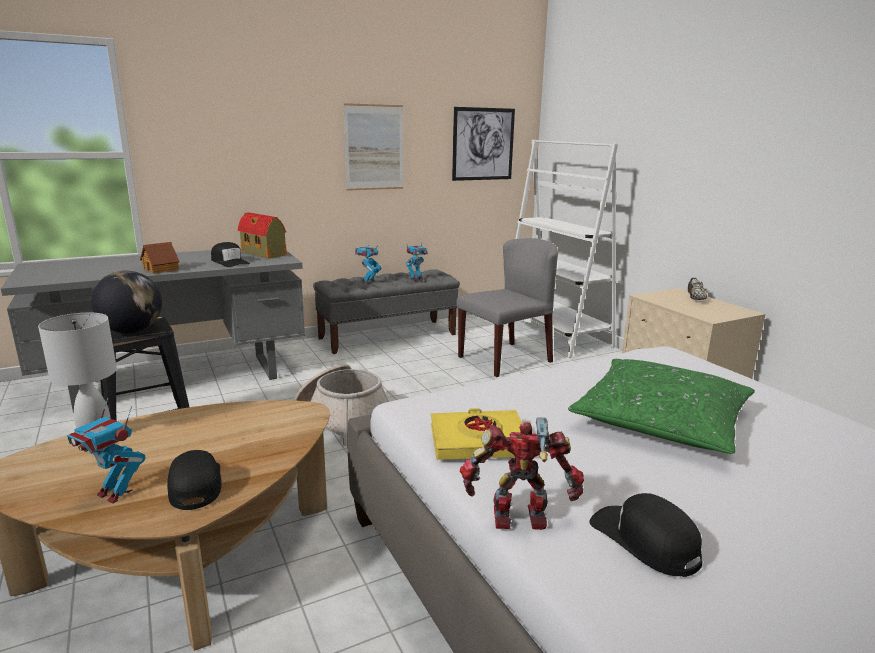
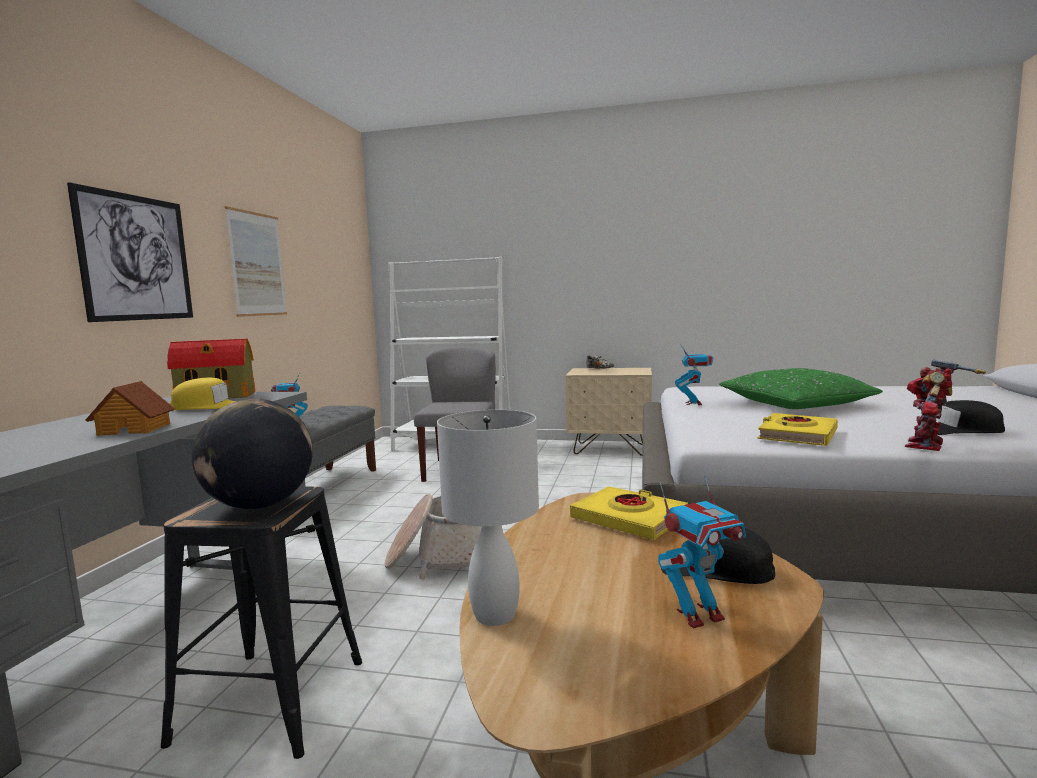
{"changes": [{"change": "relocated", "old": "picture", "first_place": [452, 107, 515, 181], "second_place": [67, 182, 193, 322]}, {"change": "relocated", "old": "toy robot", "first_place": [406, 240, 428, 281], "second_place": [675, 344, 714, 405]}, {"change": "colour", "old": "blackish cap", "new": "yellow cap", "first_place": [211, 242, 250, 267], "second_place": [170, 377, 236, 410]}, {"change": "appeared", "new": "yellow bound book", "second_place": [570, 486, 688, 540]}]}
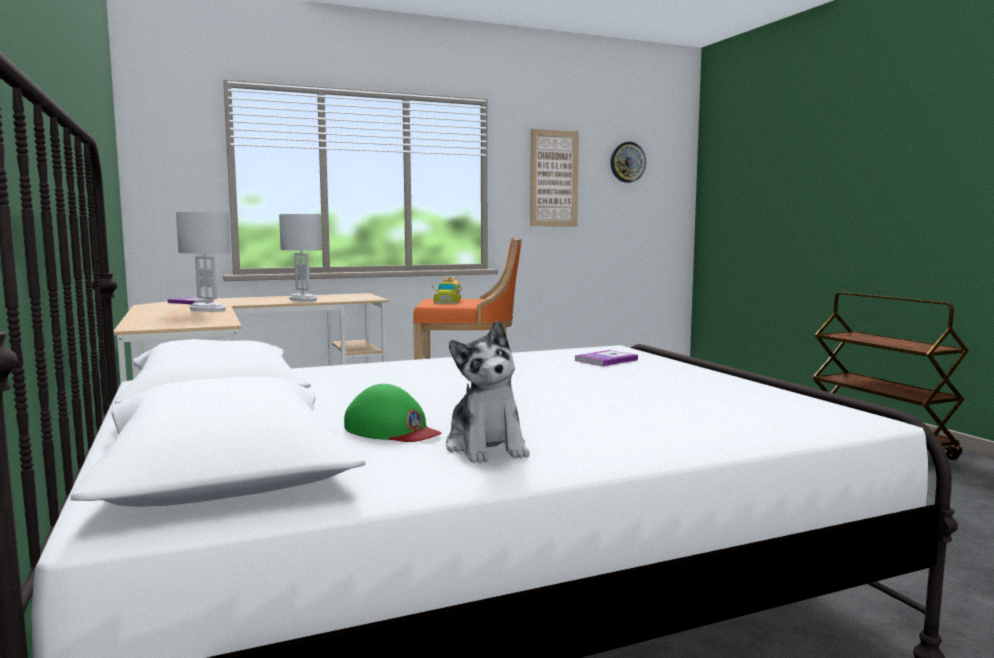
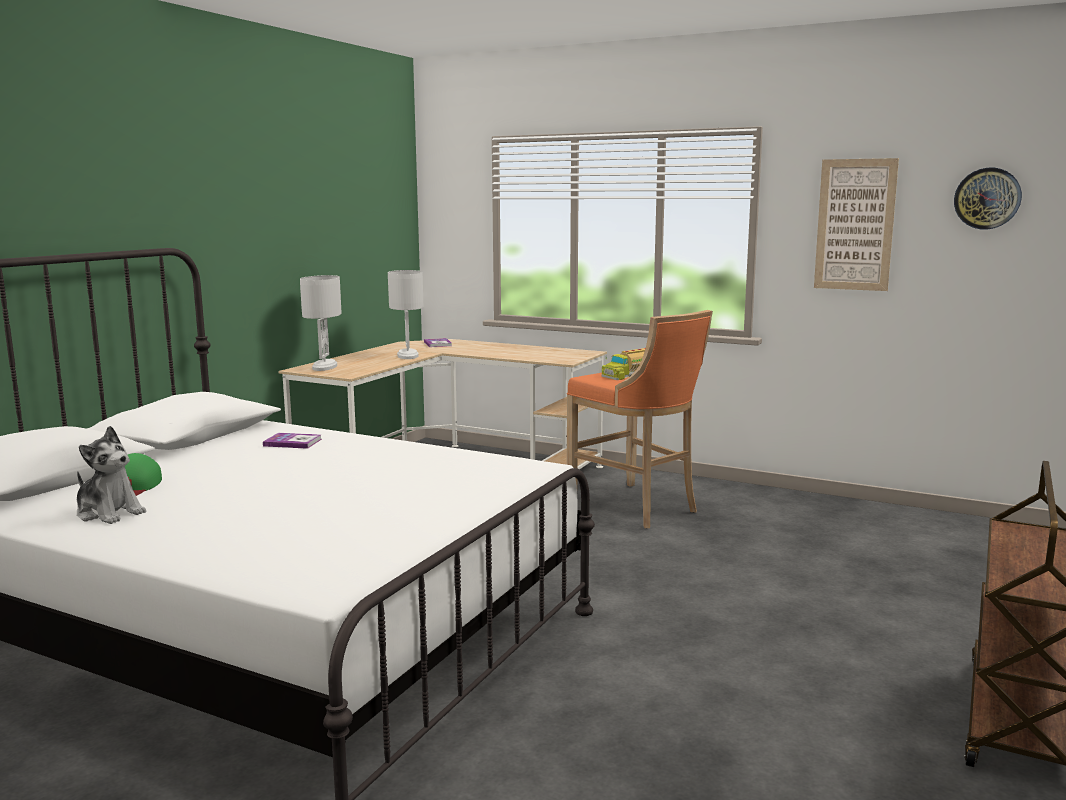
{"changes": [{"change": "relocated", "old": "white table lamp", "first_place": [279, 214, 322, 302], "second_place": [300, 275, 341, 371]}, {"change": "spun", "old": "soft toy", "first_place": [446, 321, 529, 463], "second_place": [77, 426, 146, 524], "degrees": -90}, {"change": "relocated", "old": "bound book", "first_place": [574, 350, 638, 366], "second_place": [263, 433, 322, 449]}]}
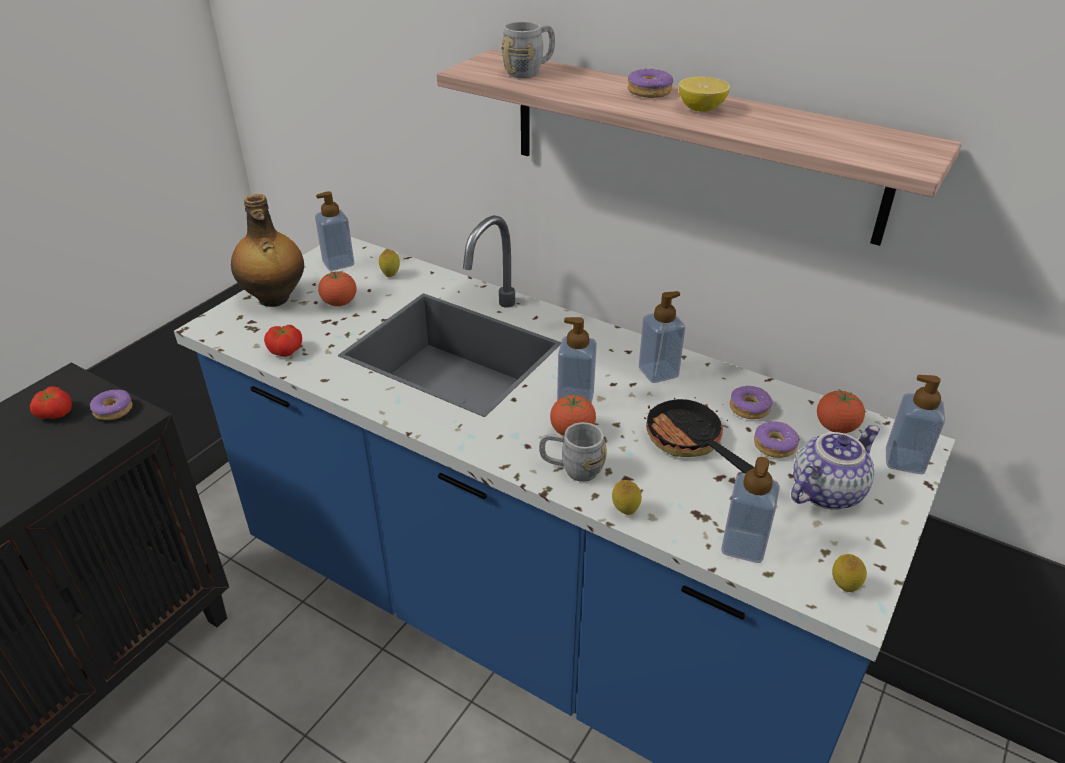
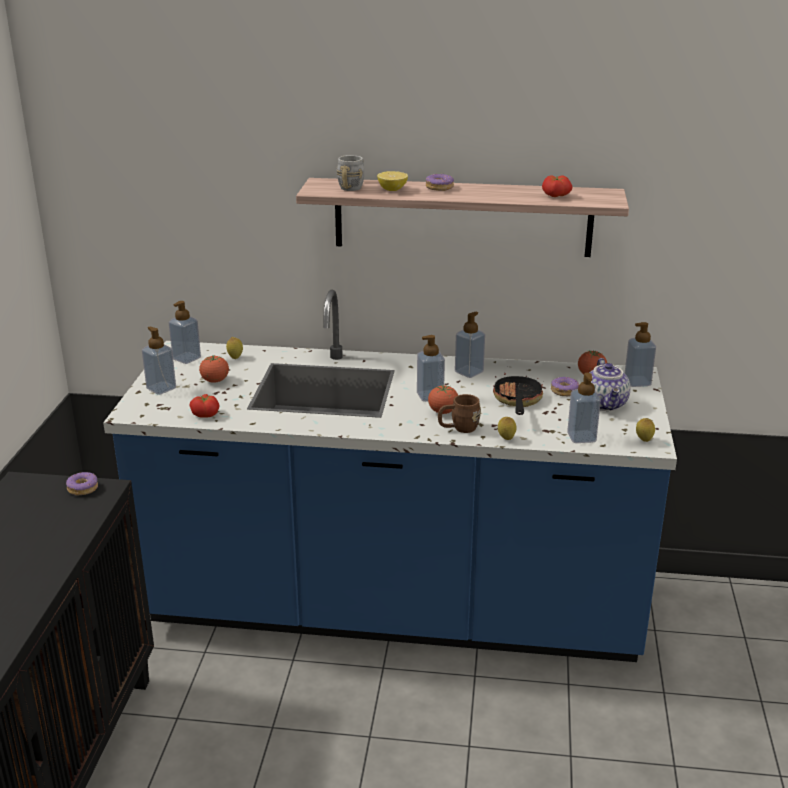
{"changes": [{"change": "relocated", "old": "citrus fruit", "first_place": [679, 76, 730, 112], "second_place": [377, 171, 408, 191]}, {"change": "exchanged", "old": "beverage bottle", "new": "soap bottle", "first_place": [231, 194, 304, 307], "second_place": [142, 326, 176, 395]}, {"change": "relocated", "old": "tomato", "first_place": [30, 386, 72, 419], "second_place": [542, 175, 572, 197]}, {"change": "missing", "old": "donut", "first_place": [730, 386, 772, 419]}, {"change": "spun", "old": "frying pan", "first_place": [644, 395, 755, 473], "second_place": [493, 373, 543, 415], "degrees": 60}, {"change": "colour", "old": "grey coffee mug", "new": "brown-coloured coffee mug", "first_place": [539, 422, 607, 482], "second_place": [438, 394, 481, 433]}, {"change": "spun", "old": "teapot", "first_place": [791, 425, 880, 510], "second_place": [589, 358, 631, 411], "degrees": 150}]}
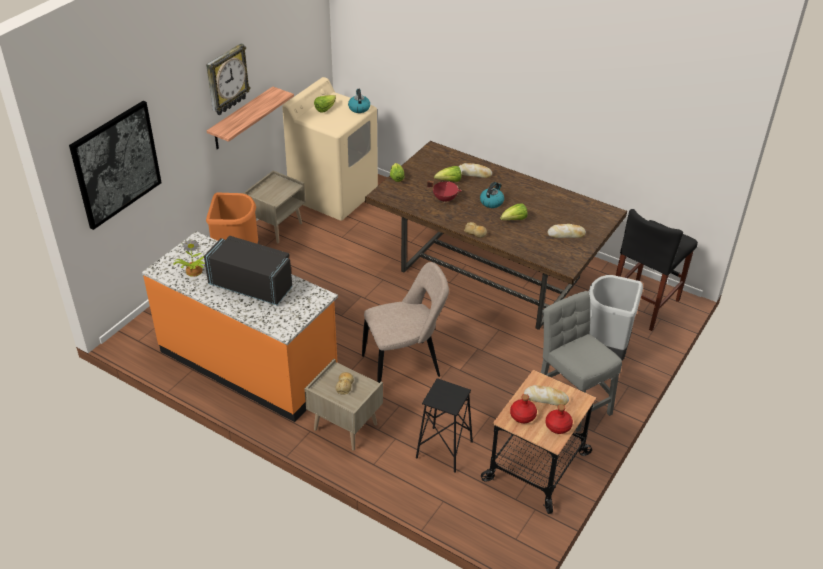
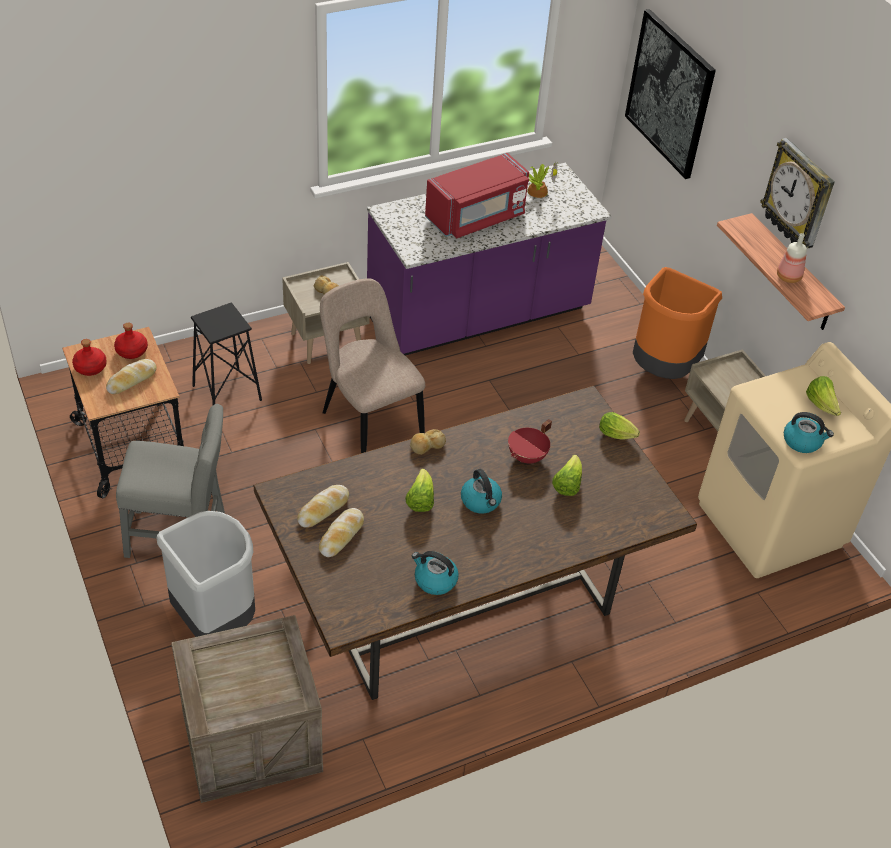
{"changes": [{"change": "relocated", "old": "bread", "first_place": [458, 163, 492, 178], "second_place": [297, 485, 349, 528]}, {"change": "exchanged", "old": "blackish stool seat", "new": "crate", "first_place": [615, 209, 698, 331], "second_place": [171, 615, 323, 803]}, {"change": "colour", "old": "orange-coloured counter", "new": "purple counter", "first_place": [142, 231, 338, 422], "second_place": [367, 163, 612, 355]}, {"change": "colour", "old": "blackish microwave", "new": "reddish microwave", "first_place": [204, 236, 292, 305], "second_place": [425, 153, 529, 238]}, {"change": "spun", "old": "sand-coloured plain chair", "first_place": [362, 262, 449, 383], "second_place": [320, 278, 425, 453], "degrees": 135}, {"change": "appeared", "new": "beverage bottle", "second_place": [777, 233, 807, 283]}, {"change": "appeared", "new": "kettle", "second_place": [412, 551, 459, 595]}]}
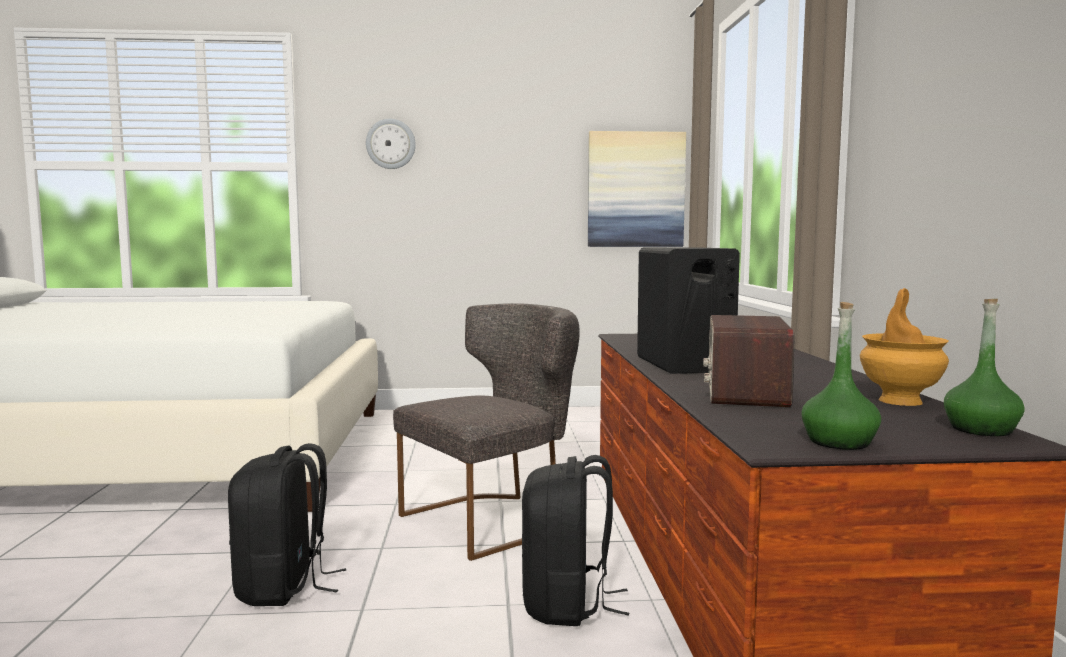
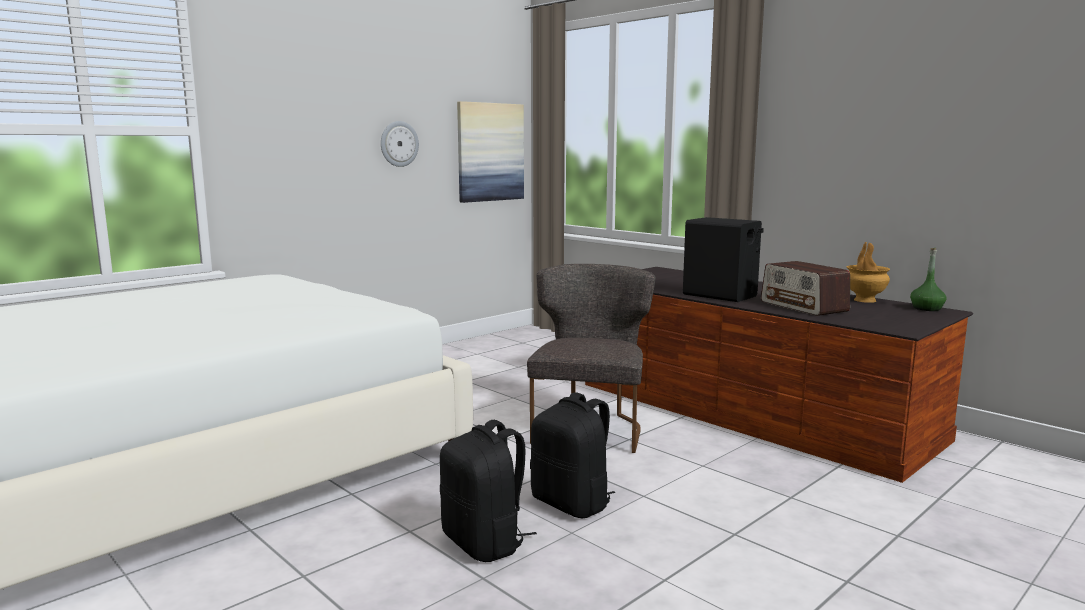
{"changes": [{"change": "relocated", "old": "wall clock", "first_place": [366, 119, 416, 169], "second_place": [381, 121, 419, 167]}, {"change": "missing", "old": "green-coloured beverage bottle", "first_place": [802, 302, 881, 450]}, {"change": "relocated", "old": "blackish rucksack", "first_place": [522, 455, 630, 626], "second_place": [440, 420, 537, 562]}]}
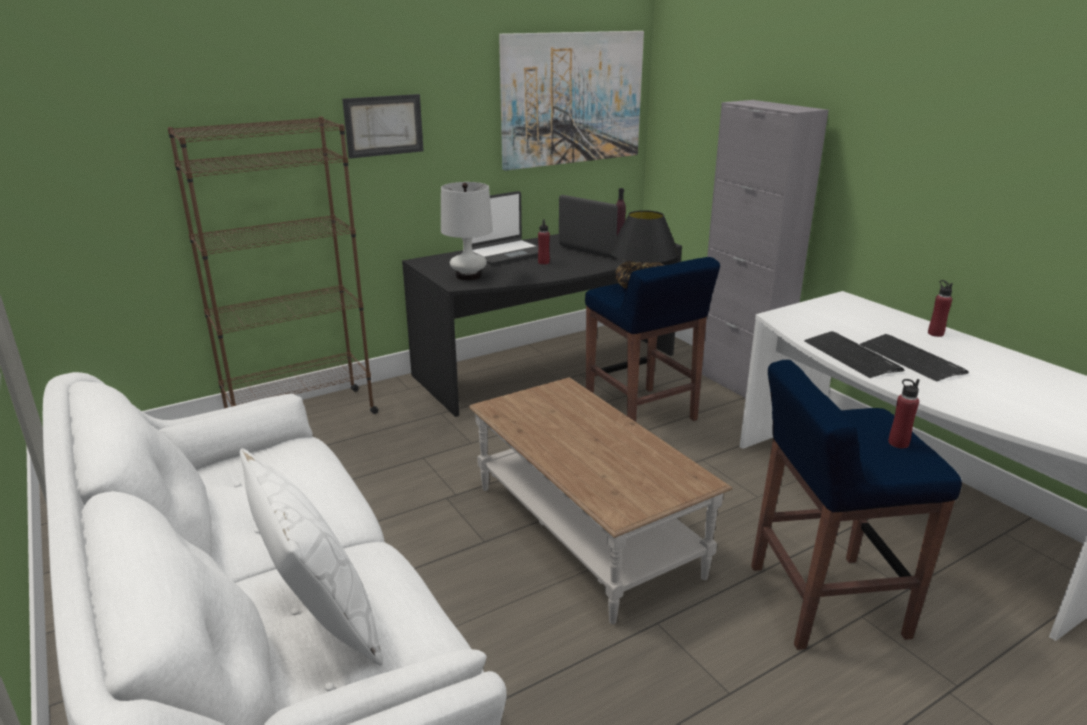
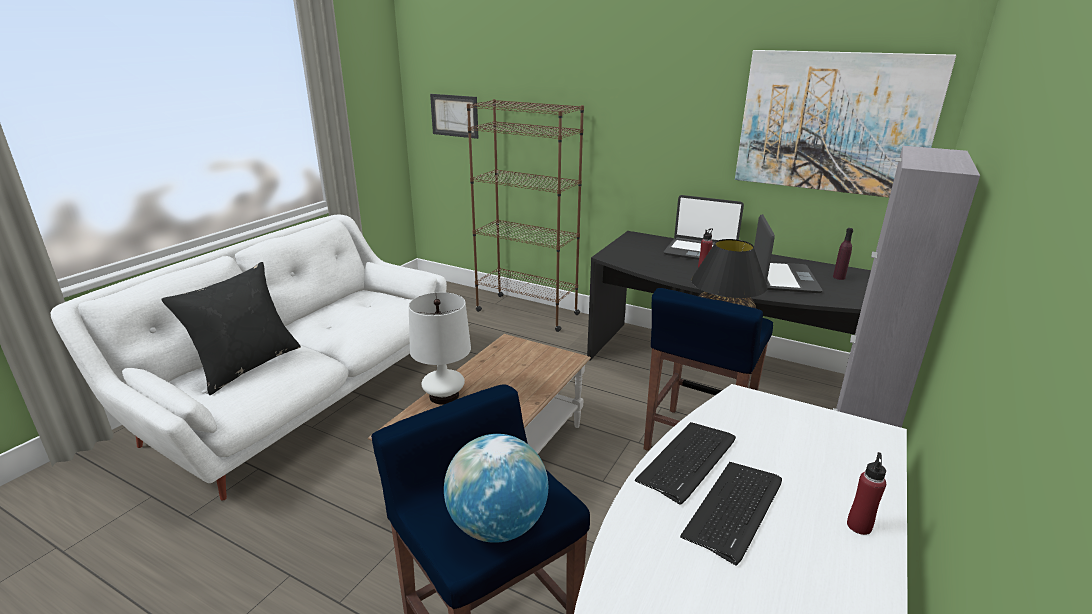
{"changes": [{"change": "relocated", "old": "picture", "first_place": [342, 94, 424, 159], "second_place": [430, 94, 478, 139]}, {"change": "relocated", "old": "white table lamp", "first_place": [441, 182, 493, 280], "second_place": [409, 292, 471, 404]}, {"change": "exchanged", "old": "reddish beverage bottle", "new": "globe", "first_place": [888, 379, 919, 449], "second_place": [444, 434, 548, 543]}, {"change": "colour", "old": "white pillow", "new": "blackish pillow", "first_place": [240, 448, 383, 666], "second_place": [161, 262, 301, 395]}]}
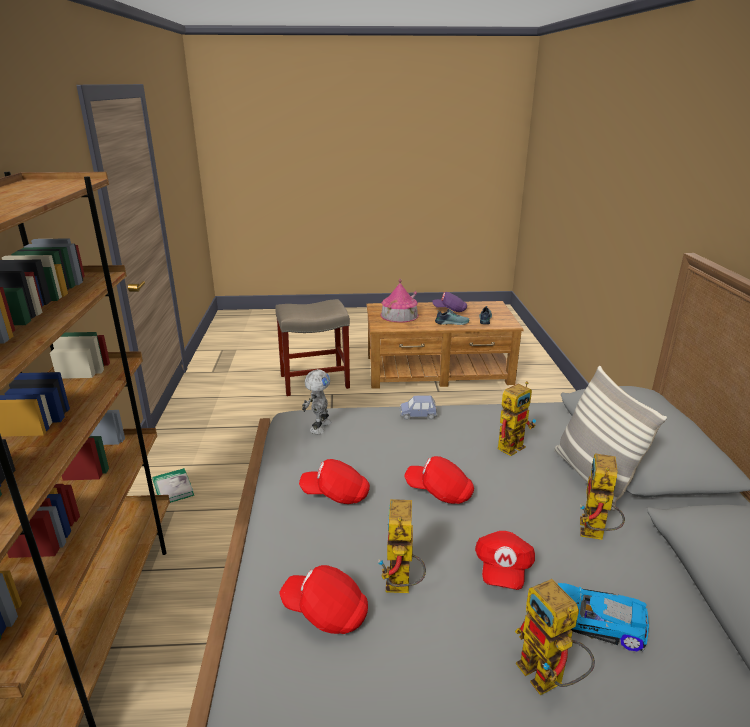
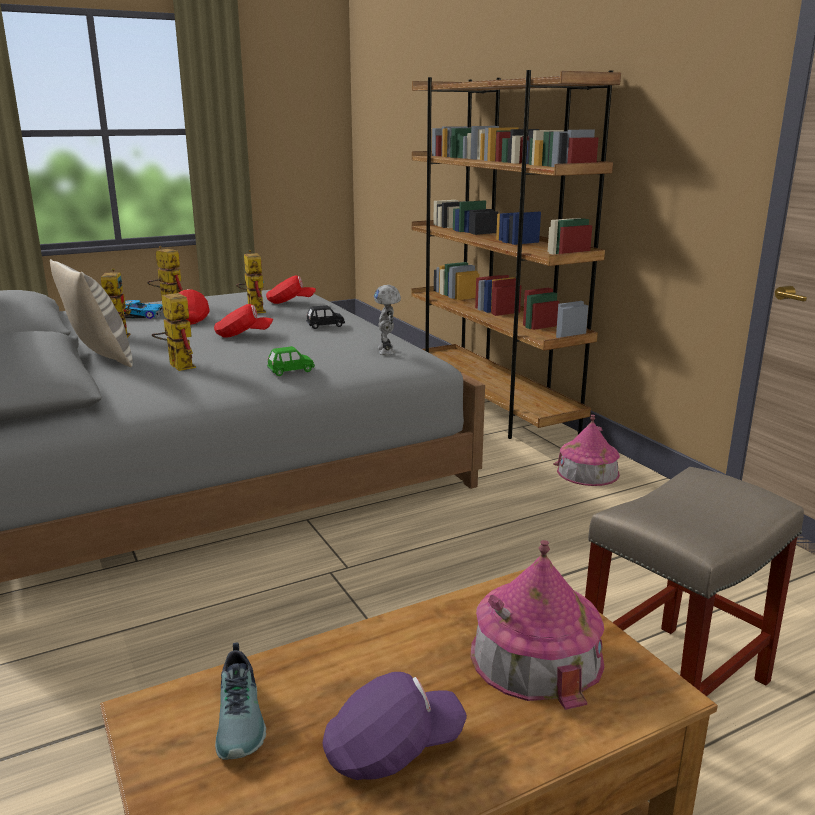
{"changes": [{"change": "missing", "old": "item of footwear", "first_place": [435, 308, 469, 325]}, {"change": "spun", "old": "toy robot", "first_place": [497, 381, 536, 456], "second_place": [152, 289, 196, 371], "degrees": 120}, {"change": "colour", "old": "blue model car", "new": "green-coloured model car", "first_place": [399, 396, 437, 420], "second_place": [267, 346, 315, 376]}, {"change": "exchanged", "old": "reddish cap", "new": "blackish model car", "first_place": [299, 459, 370, 504], "second_place": [306, 305, 345, 329]}, {"change": "exchanged", "old": "bound book", "new": "model house", "first_place": [152, 468, 194, 503], "second_place": [553, 415, 620, 486]}]}
